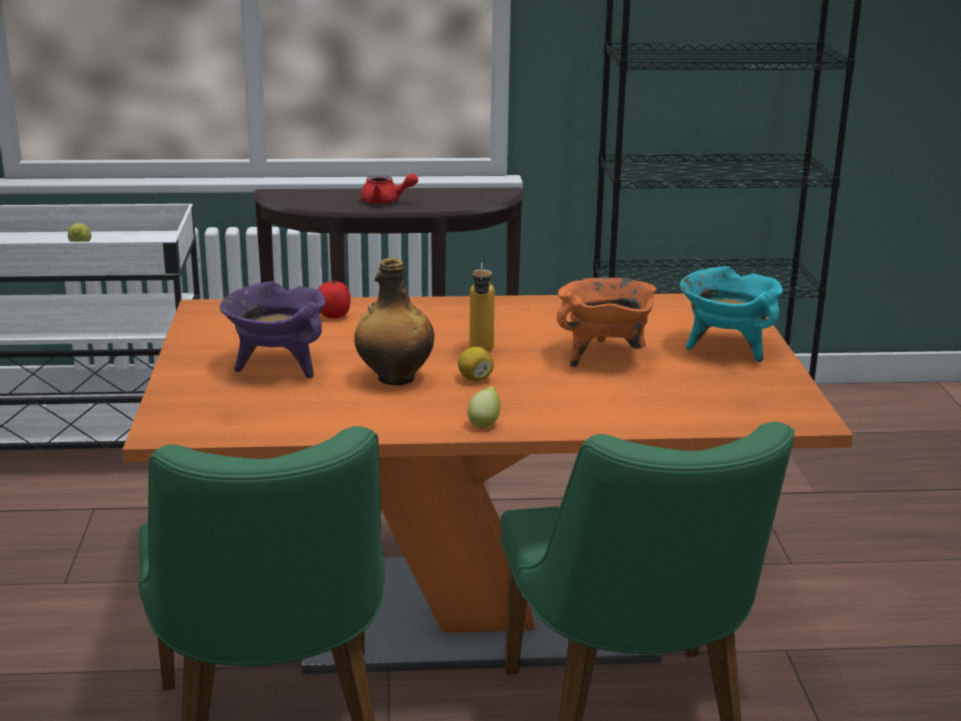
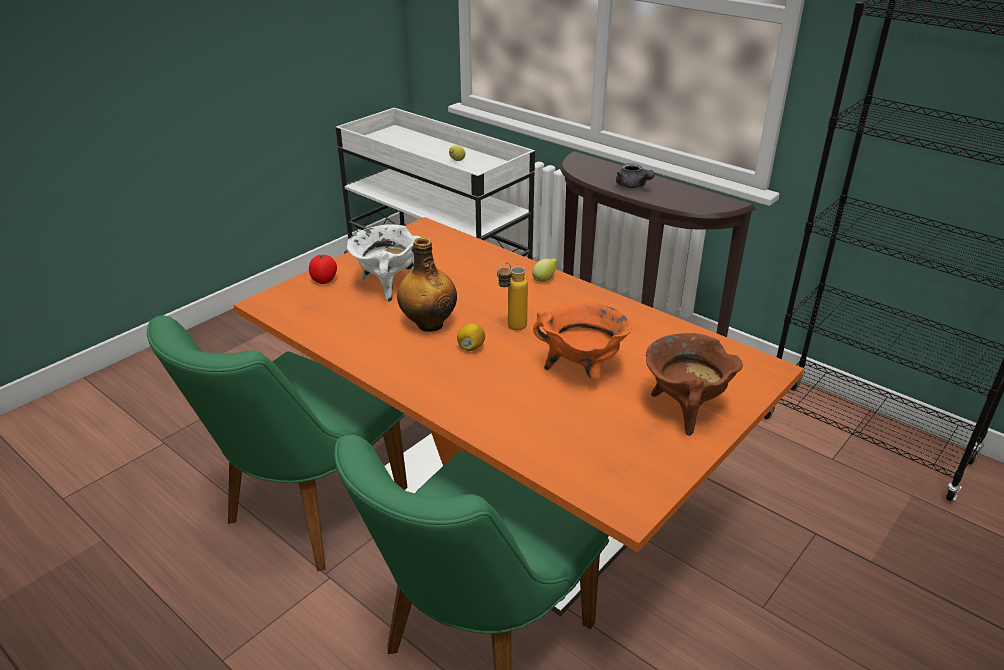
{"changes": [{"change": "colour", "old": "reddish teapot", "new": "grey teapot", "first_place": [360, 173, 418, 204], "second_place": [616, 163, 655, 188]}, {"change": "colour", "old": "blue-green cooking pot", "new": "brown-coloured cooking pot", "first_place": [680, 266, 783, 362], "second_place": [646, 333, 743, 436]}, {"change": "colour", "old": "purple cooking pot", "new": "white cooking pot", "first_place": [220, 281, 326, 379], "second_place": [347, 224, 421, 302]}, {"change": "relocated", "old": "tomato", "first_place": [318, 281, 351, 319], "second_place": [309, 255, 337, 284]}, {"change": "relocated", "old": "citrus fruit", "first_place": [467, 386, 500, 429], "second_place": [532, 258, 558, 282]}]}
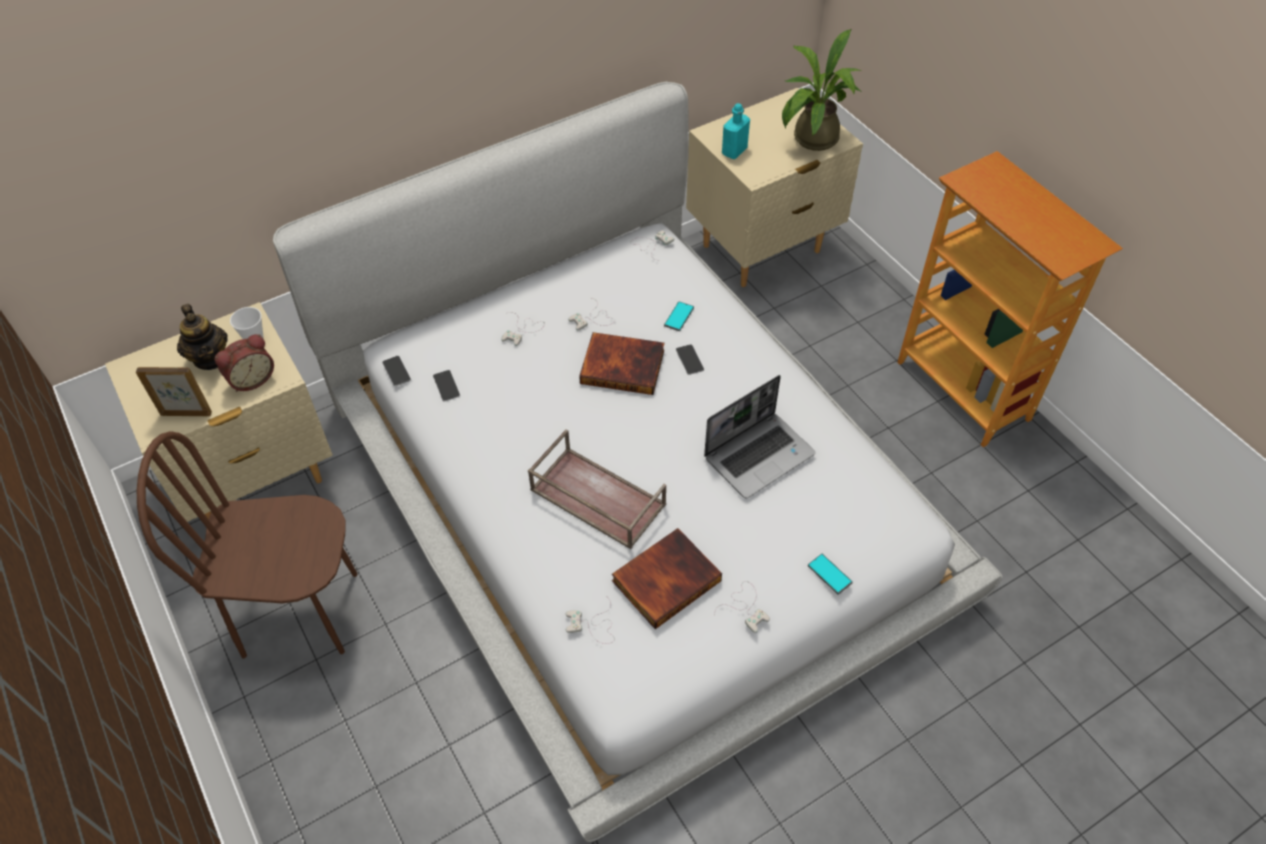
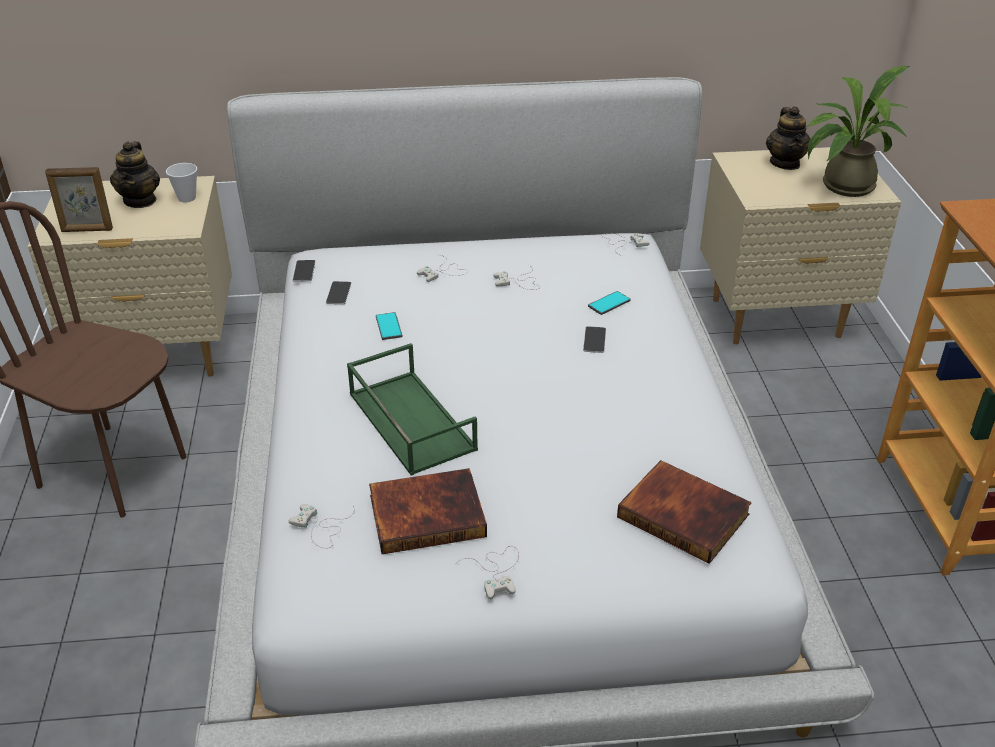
{"changes": [{"change": "missing", "old": "blue-green beverage bottle", "first_place": [722, 103, 750, 159]}, {"change": "relocated", "old": "bound book", "first_place": [579, 332, 664, 395], "second_place": [617, 460, 752, 564]}, {"change": "missing", "old": "table clock", "first_place": [215, 334, 274, 392]}, {"change": "spun", "old": "standing frame", "first_place": [136, 367, 212, 416], "second_place": [45, 167, 113, 232], "degrees": 150}, {"change": "missing", "old": "notebook computer", "first_place": [704, 375, 816, 499]}, {"change": "colour", "old": "brown-coloured serving tray", "new": "green-coloured serving tray", "first_place": [528, 429, 666, 549], "second_place": [347, 343, 478, 476]}, {"change": "relocated", "old": "phone", "first_place": [808, 554, 853, 595], "second_place": [376, 312, 402, 340]}, {"change": "appeared", "new": "teapot", "second_place": [766, 106, 810, 170]}]}
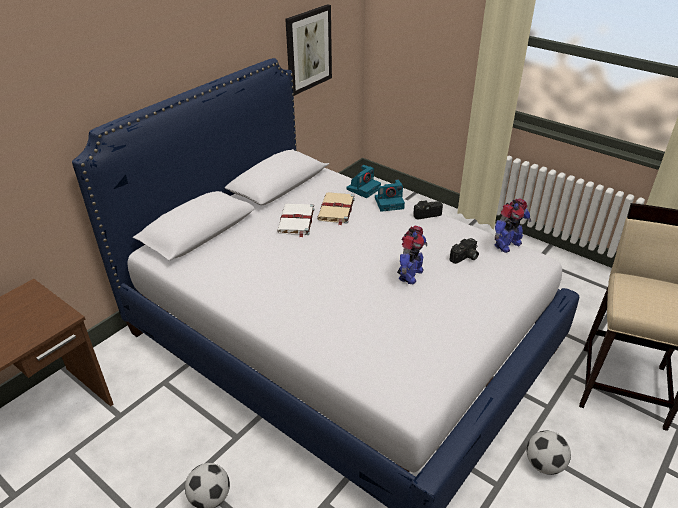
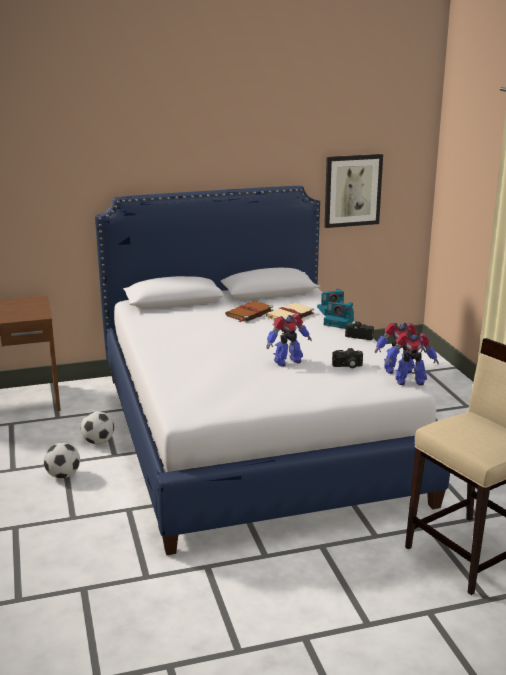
{"changes": [{"change": "colour", "old": "white bound book", "new": "brown-coloured bound book", "first_place": [277, 204, 314, 238], "second_place": [225, 301, 273, 322]}, {"change": "relocated", "old": "football ball", "first_place": [527, 431, 571, 475], "second_place": [81, 411, 114, 444]}, {"change": "appeared", "new": "toy robot", "second_place": [386, 333, 439, 386]}]}
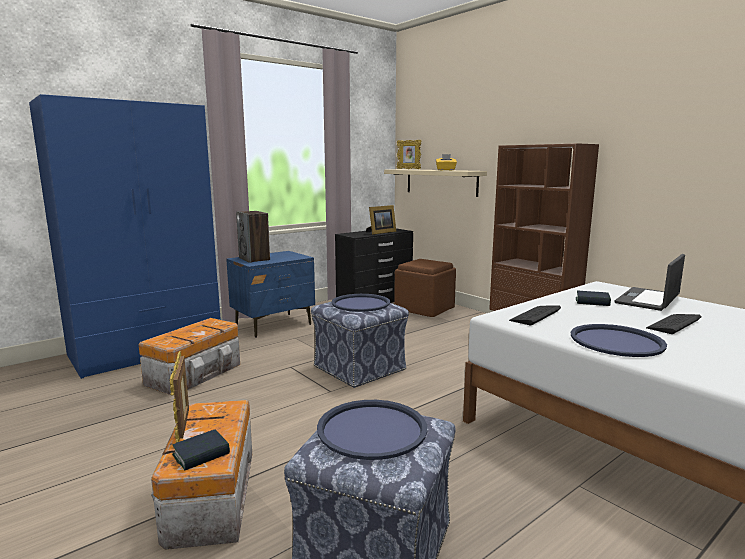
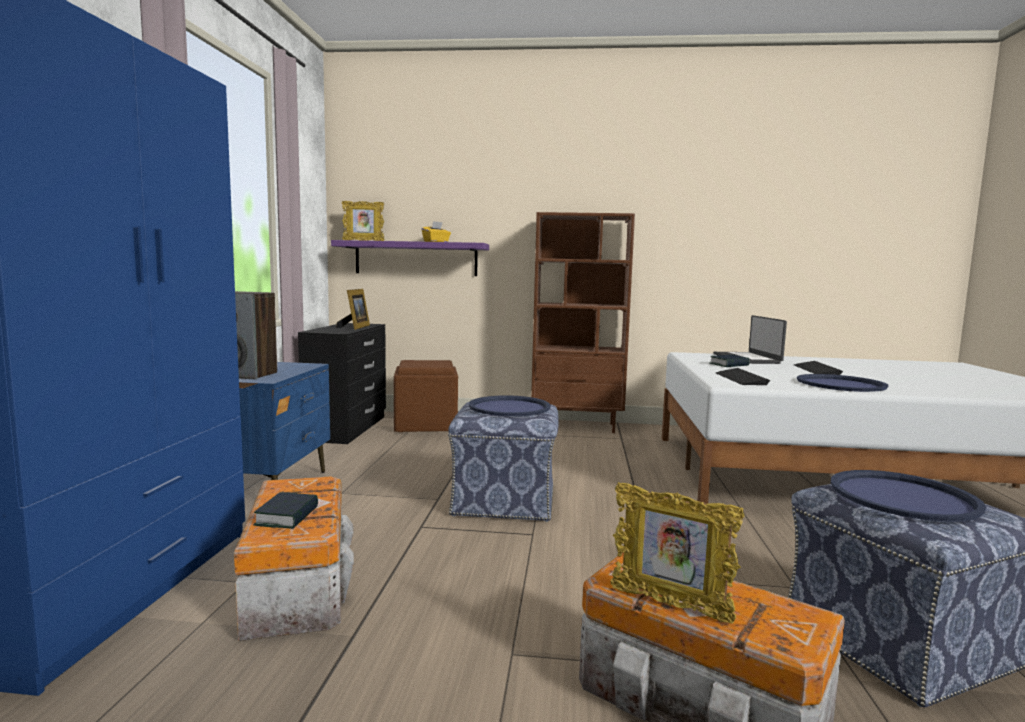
{"changes": [{"change": "colour", "old": "sand-coloured bracket shelf", "new": "purple bracket shelf", "first_place": [384, 169, 487, 197], "second_place": [331, 240, 489, 276]}, {"change": "relocated", "old": "bound book", "first_place": [172, 430, 230, 470], "second_place": [253, 492, 318, 529]}]}
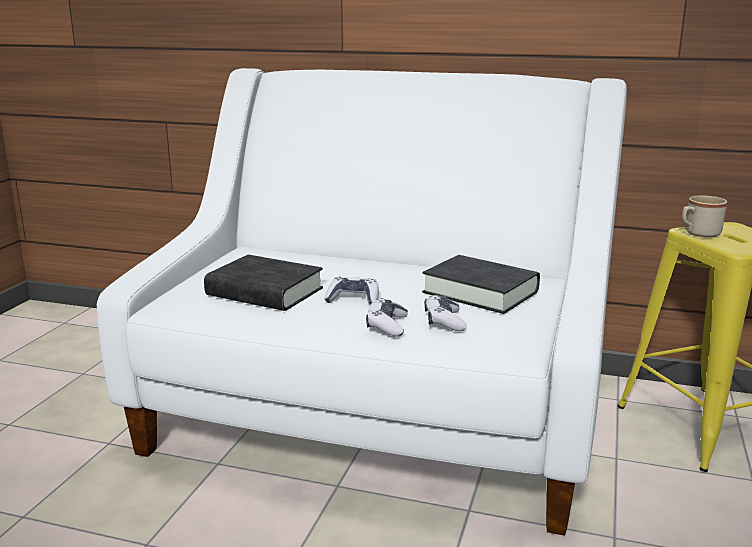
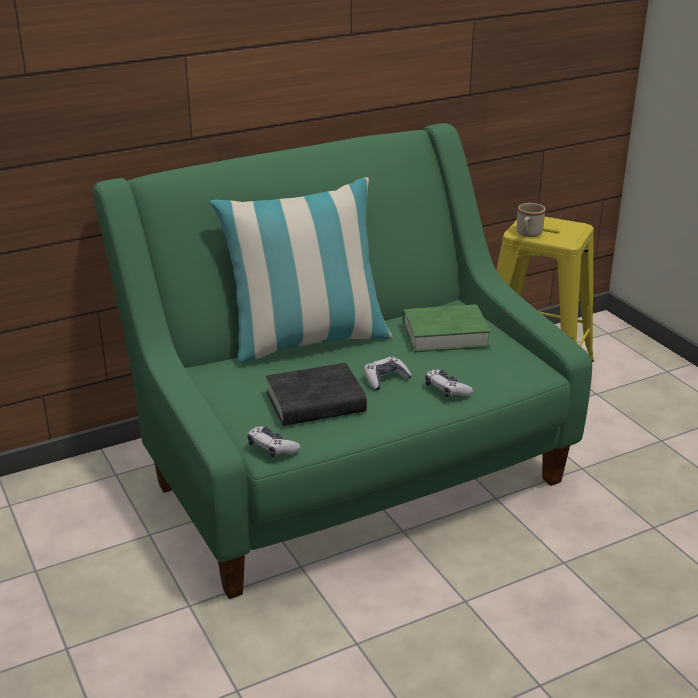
{"changes": [{"change": "colour", "old": "white sofa", "new": "green-coloured sofa", "first_place": [97, 68, 627, 536], "second_place": [92, 123, 592, 599]}, {"change": "colour", "old": "blackish bound book", "new": "green-coloured bound book", "first_place": [422, 255, 540, 314], "second_place": [403, 304, 491, 352]}, {"change": "relocated", "old": "gamepad", "first_place": [424, 295, 467, 331], "second_place": [247, 426, 300, 457]}, {"change": "appeared", "new": "pillow", "second_place": [209, 177, 393, 363]}]}
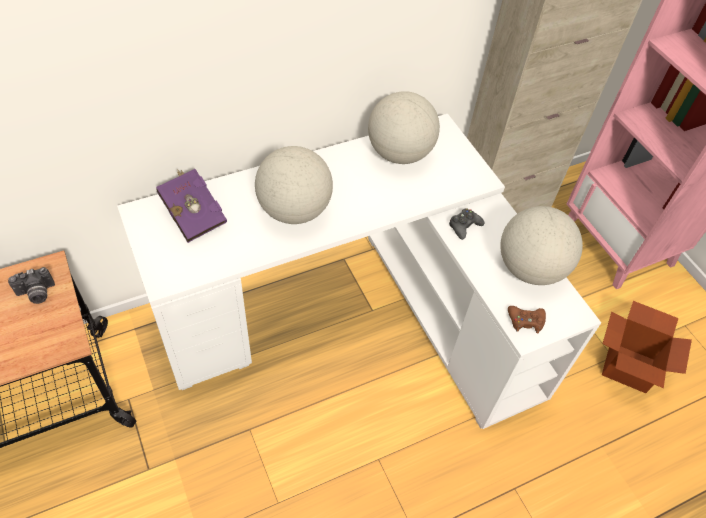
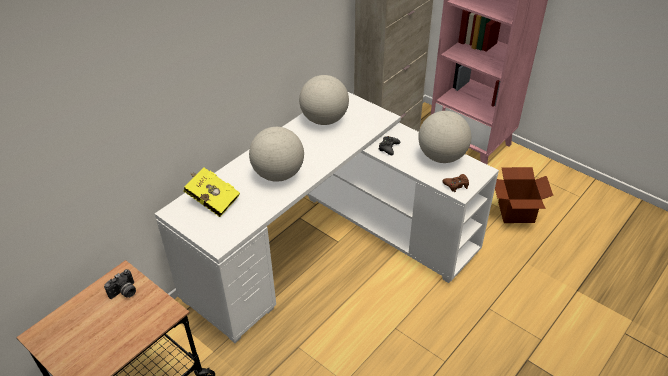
{"changes": [{"change": "colour", "old": "purple bound book", "new": "yellow bound book", "first_place": [156, 169, 227, 243], "second_place": [184, 167, 240, 217]}]}
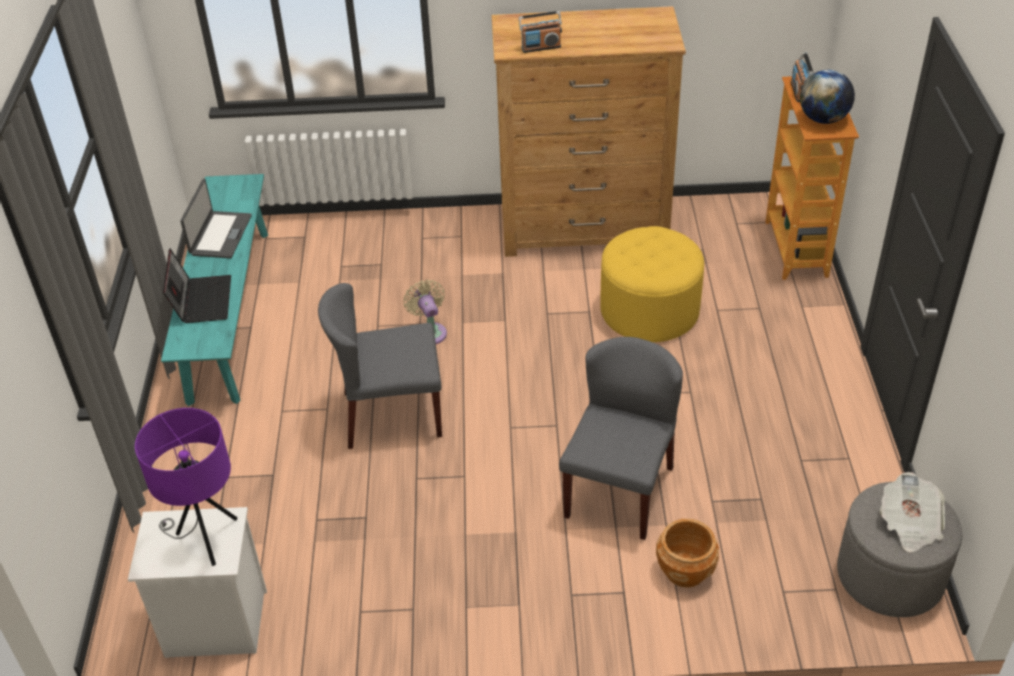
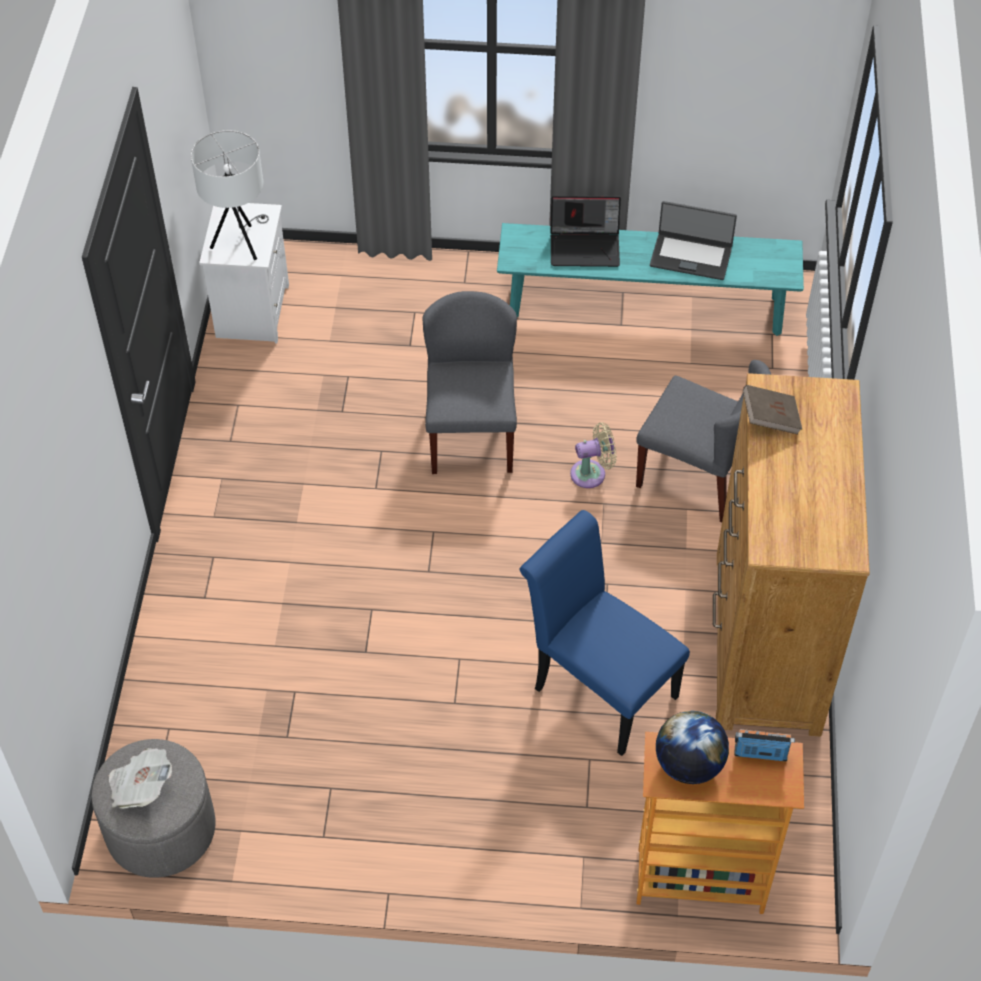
{"changes": [{"change": "exchanged", "old": "radio", "new": "brown-coloured bound book", "first_place": [519, 11, 562, 53], "second_place": [743, 385, 802, 434]}, {"change": "exchanged", "old": "yellow pouffe", "new": "blue plain chair", "first_place": [600, 226, 704, 342], "second_place": [520, 510, 690, 756]}, {"change": "relocated", "old": "grey plain chair", "first_place": [559, 337, 683, 540], "second_place": [636, 360, 771, 522]}, {"change": "colour", "old": "purple table lamp", "new": "white table lamp", "first_place": [135, 408, 237, 566], "second_place": [191, 130, 269, 260]}, {"change": "missing", "old": "brown-coloured flower pot", "first_place": [656, 519, 719, 588]}]}
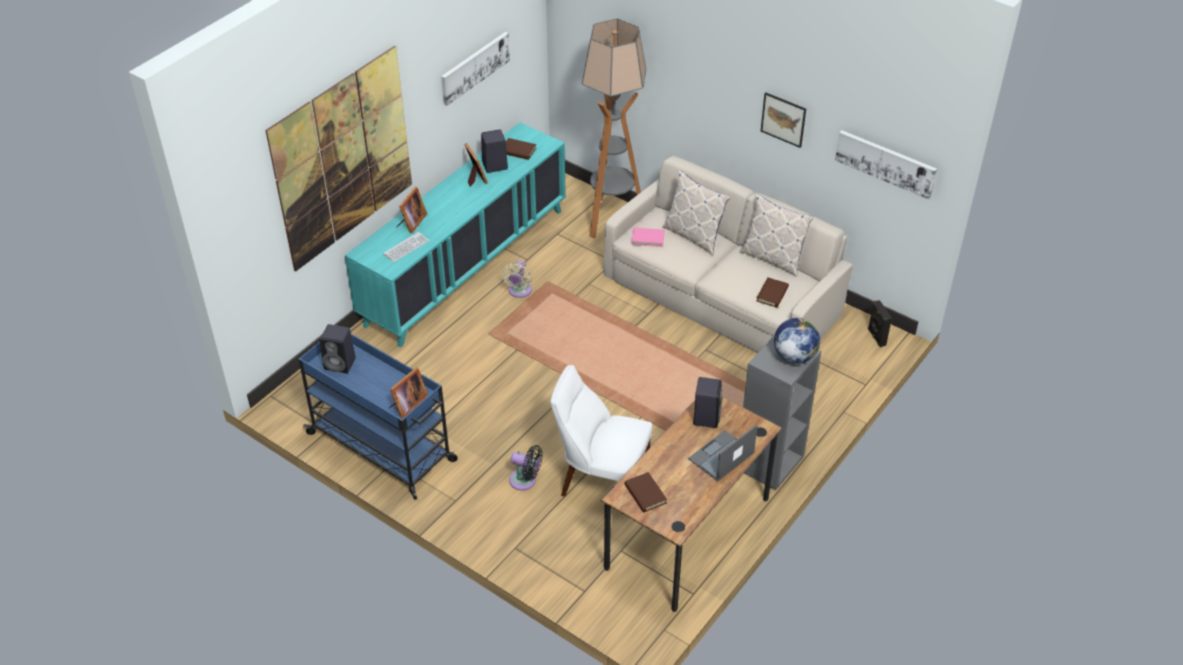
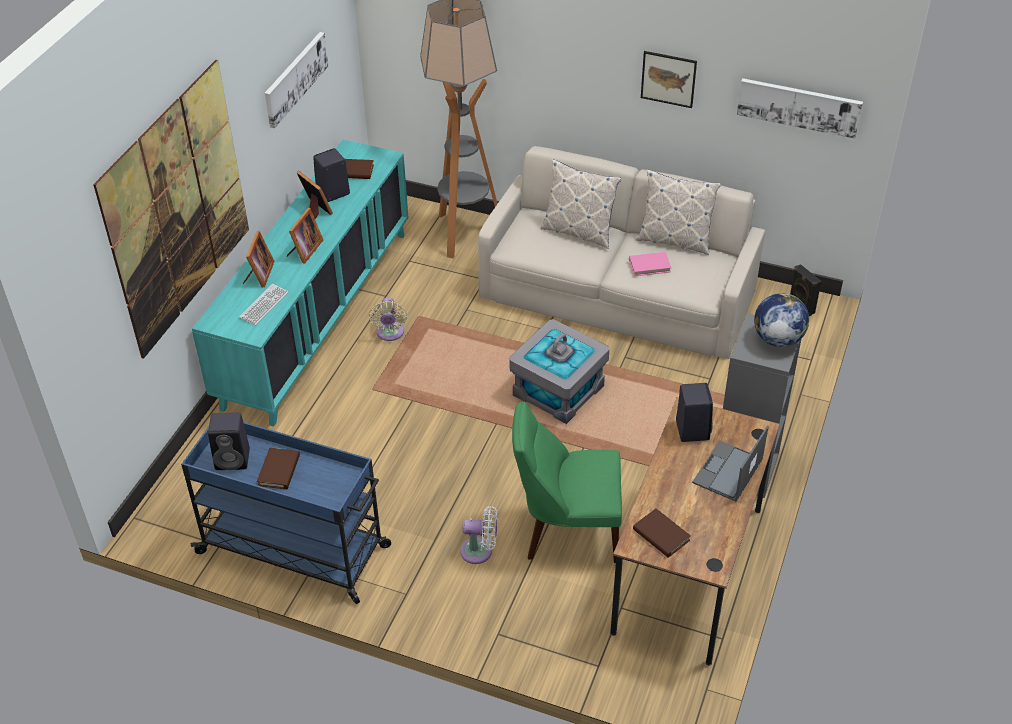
{"changes": [{"change": "relocated", "old": "pink-coloured bound book", "first_place": [631, 227, 665, 247], "second_place": [629, 252, 671, 276]}, {"change": "relocated", "old": "brown-coloured bound book", "first_place": [756, 278, 789, 307], "second_place": [257, 448, 300, 489]}, {"change": "colour", "old": "white plain chair", "new": "green-coloured plain chair", "first_place": [550, 365, 652, 497], "second_place": [512, 402, 622, 563]}, {"change": "relocated", "old": "standing frame", "first_place": [389, 367, 428, 419], "second_place": [286, 208, 323, 263]}, {"change": "colour", "old": "blackish fan", "new": "white fan", "first_place": [509, 445, 543, 491], "second_place": [460, 506, 497, 564]}, {"change": "appeared", "new": "grey storage box", "second_place": [509, 319, 609, 424]}]}
